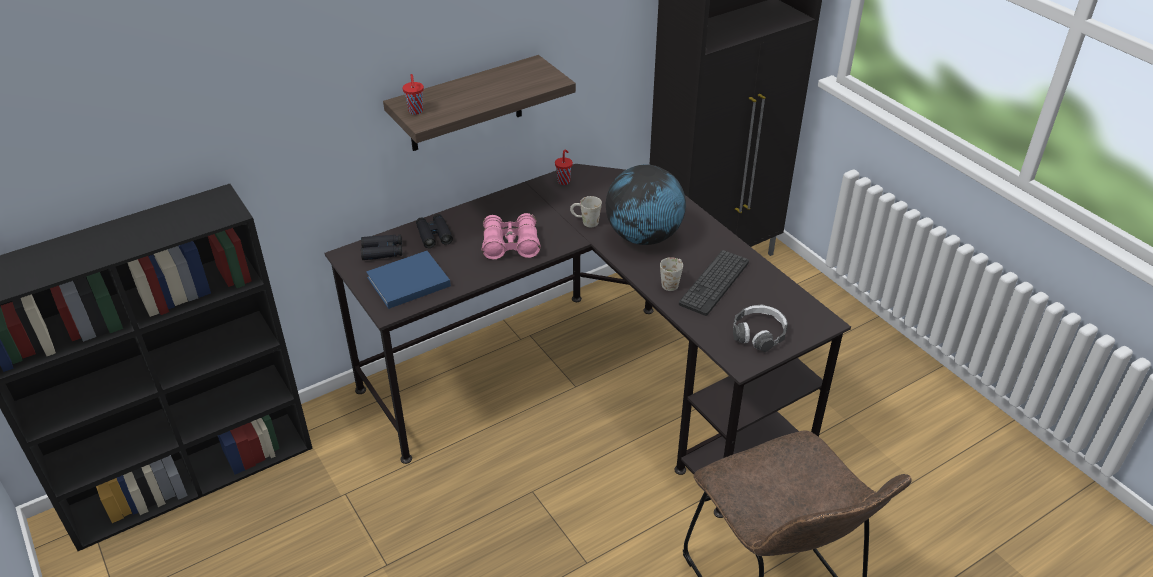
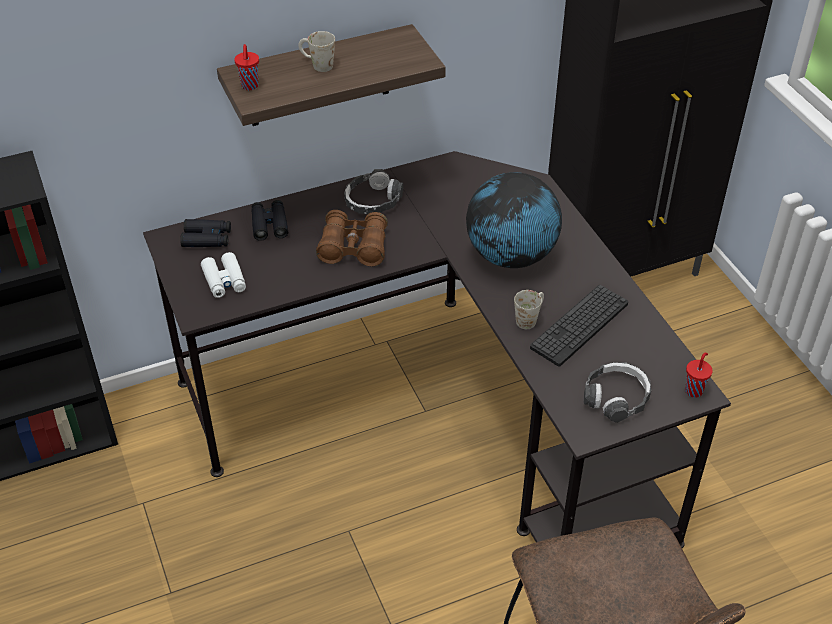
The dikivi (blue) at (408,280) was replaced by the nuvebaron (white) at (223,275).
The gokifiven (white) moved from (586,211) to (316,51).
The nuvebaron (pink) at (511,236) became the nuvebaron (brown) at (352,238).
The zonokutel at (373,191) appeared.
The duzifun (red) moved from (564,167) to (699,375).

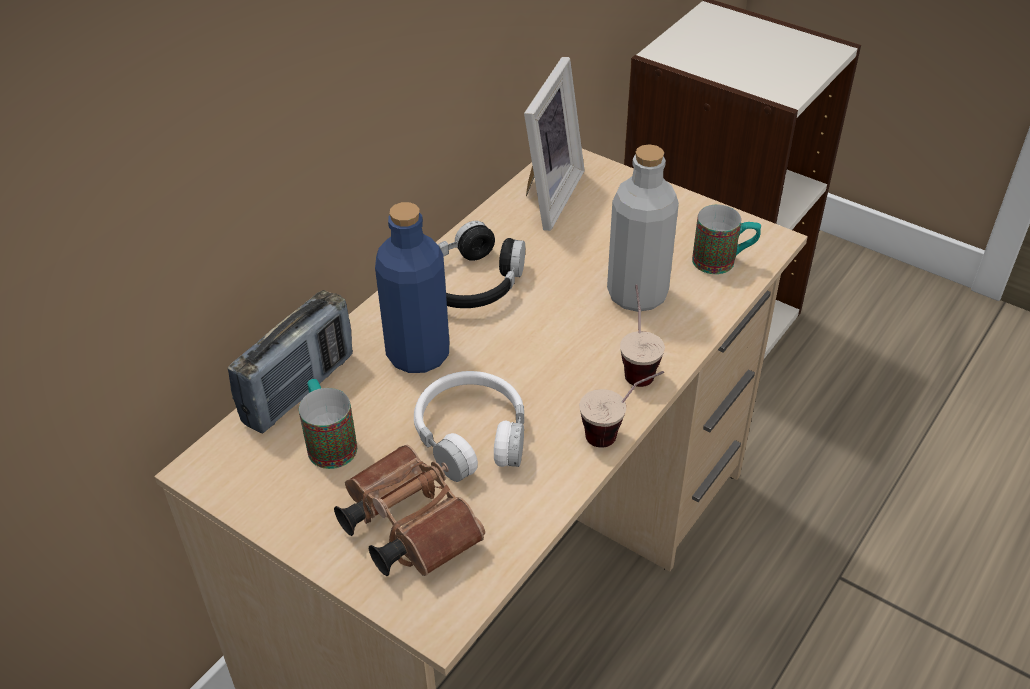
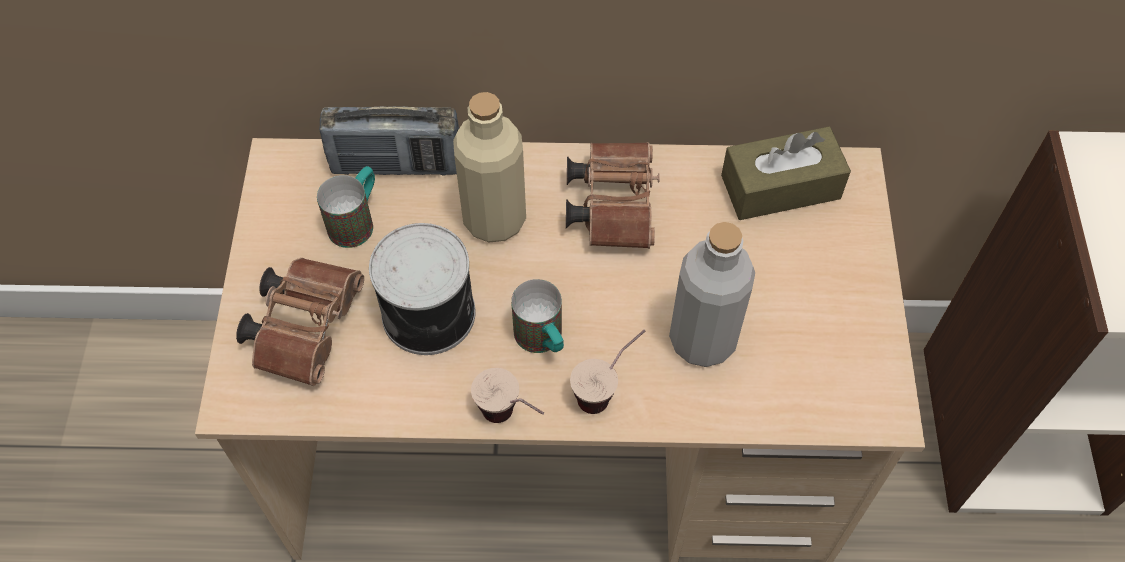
The zonokutel (white) at (469,426) was replaced by the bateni at (422,289).
The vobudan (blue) at (412,287) became the vobudan (beige) at (489,167).
The gokifiven moved from (726,239) to (537,316).
The zonokutel (black) at (481,264) was replaced by the nuvebaron (brown) at (613,195).
The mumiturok at (554,144) was replaced by the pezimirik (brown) at (786,173).

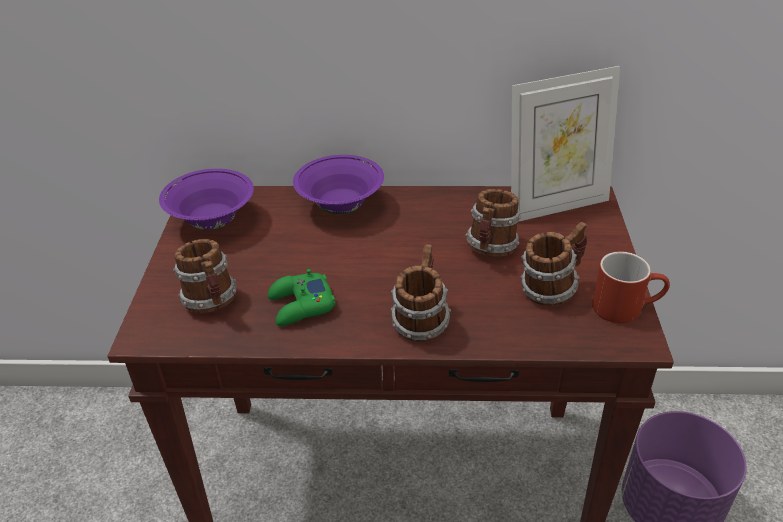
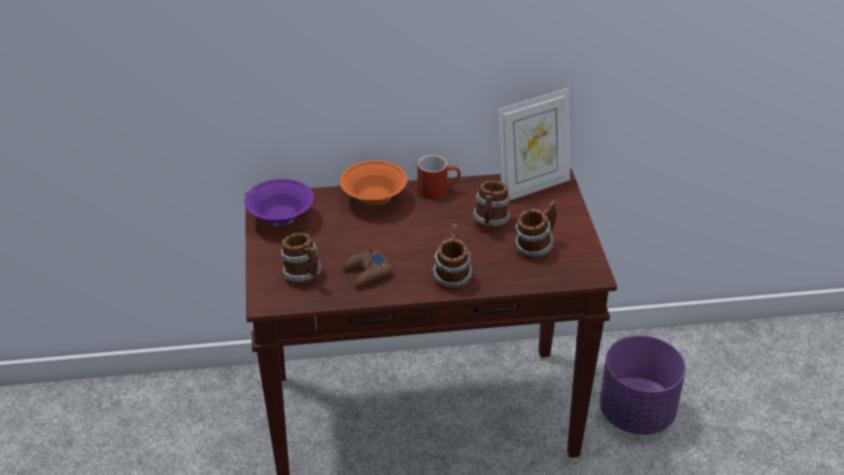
The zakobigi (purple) at (338,184) became the zakobigi (orange) at (373,183).
The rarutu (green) at (302,297) became the rarutu (brown) at (368,267).
The gokifiven (red) moved from (631,287) to (439,177).

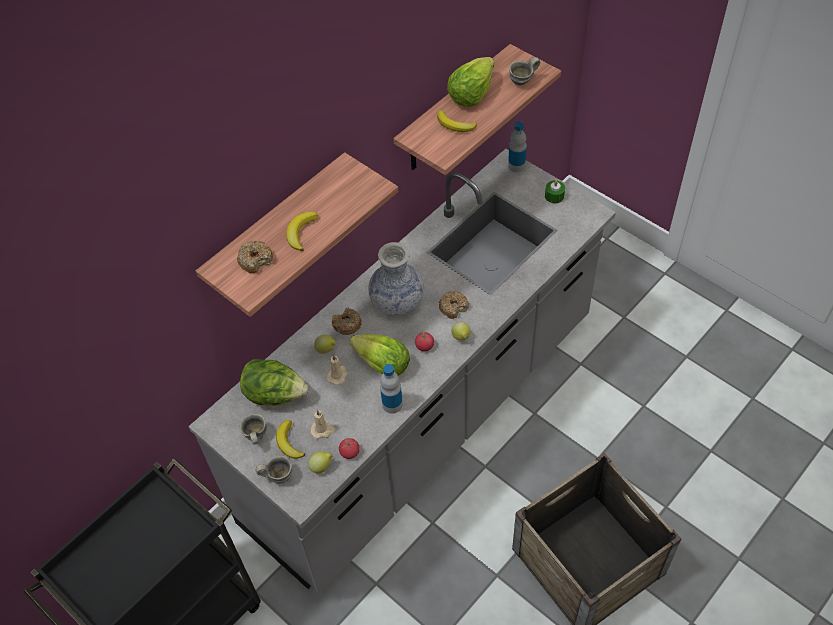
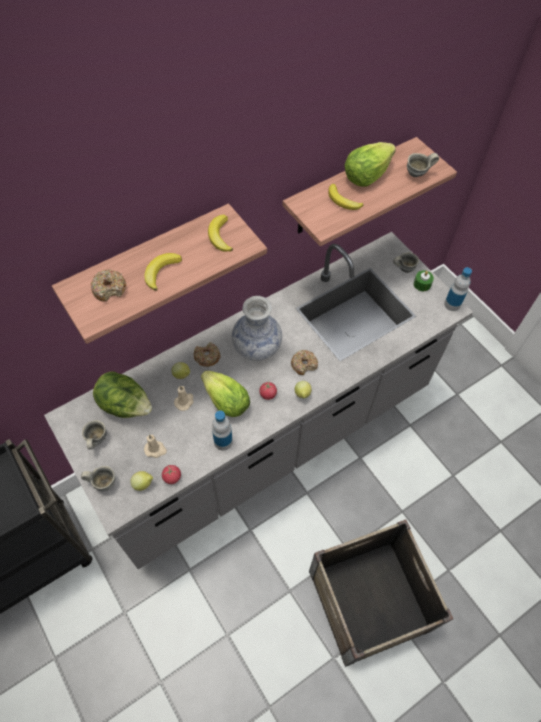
The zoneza moved from (290,439) to (220,233).
The gokifiven (grey) at (406,262) appeared.
The vobudan moved from (517,146) to (458,289).

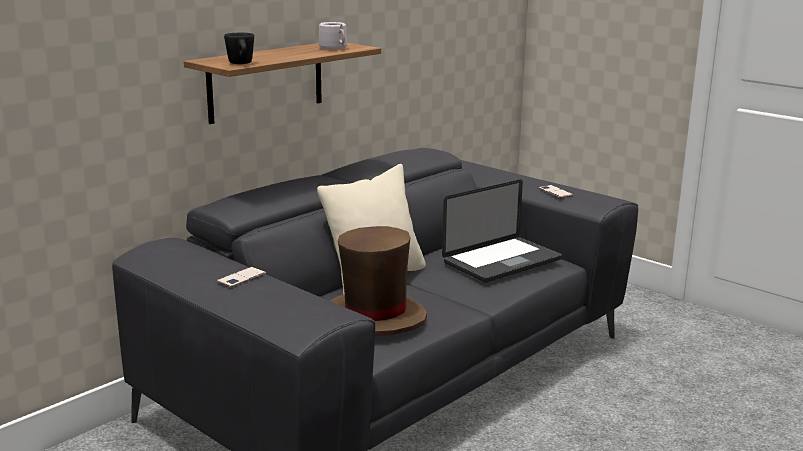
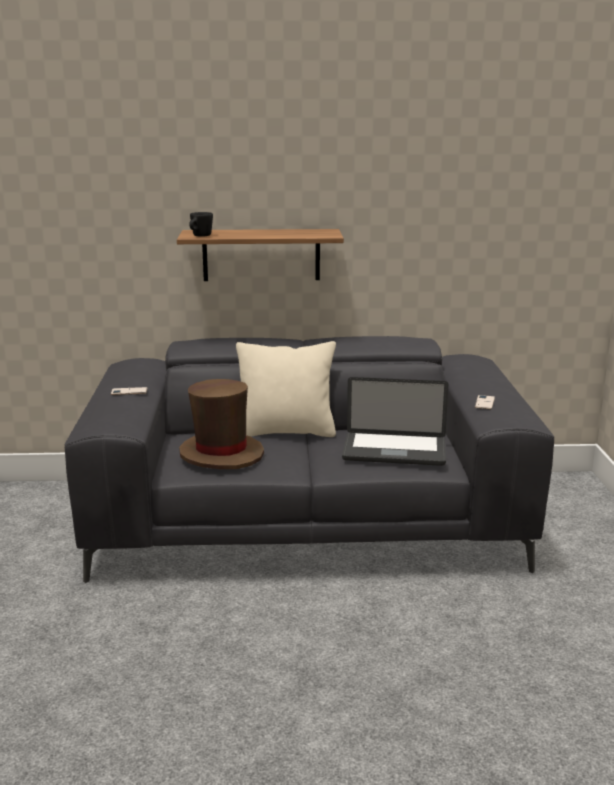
The gokifiven (grey) at (333,36) disappeared.

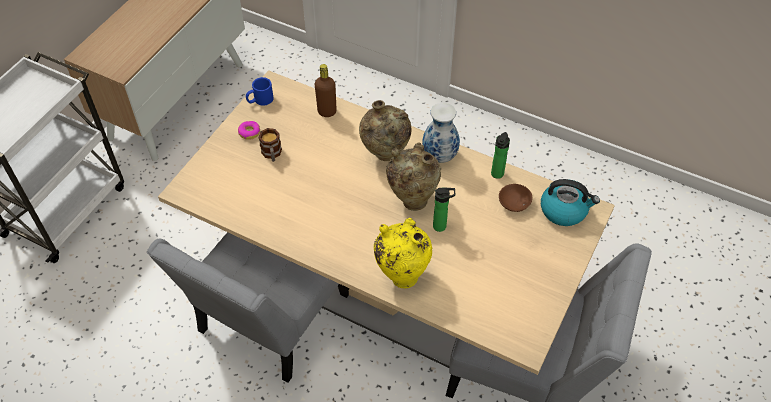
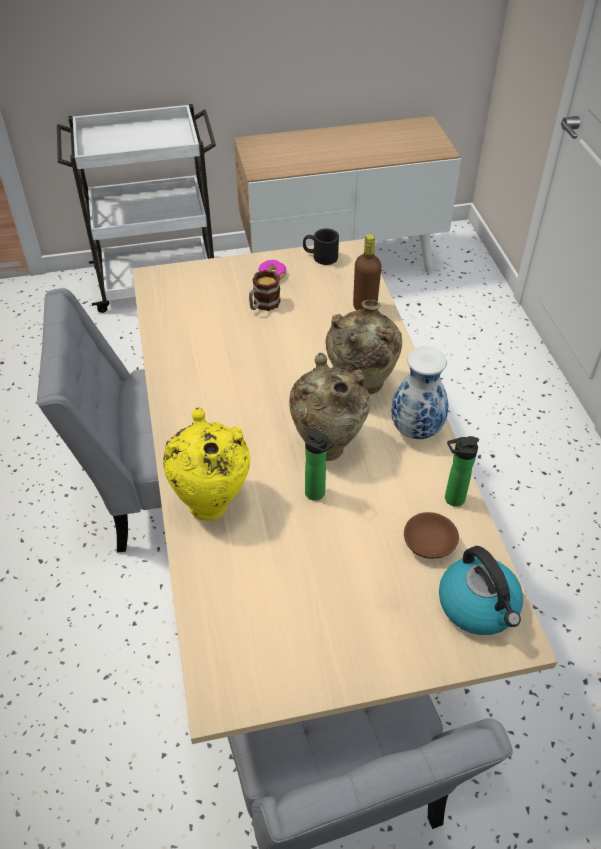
The gokifiven (blue) at (260,91) became the gokifiven (black) at (321,246).

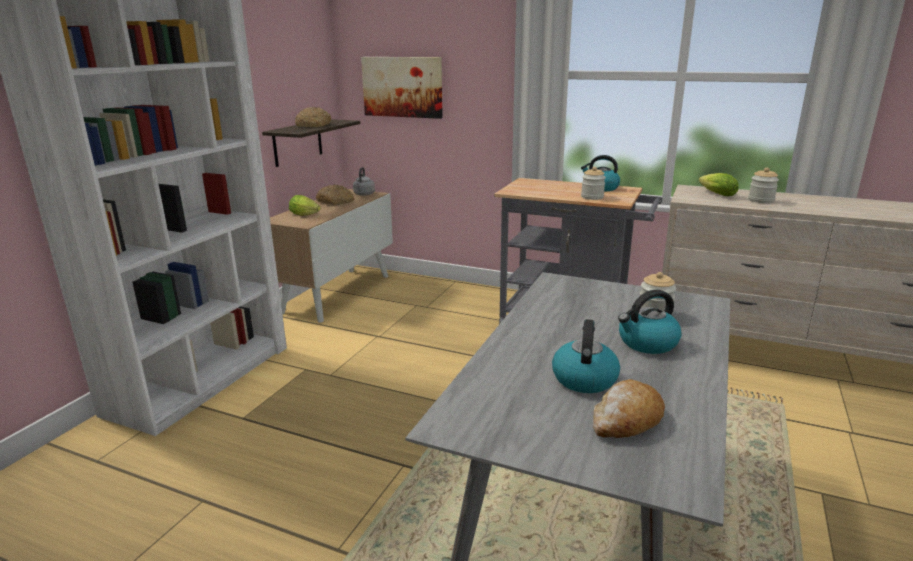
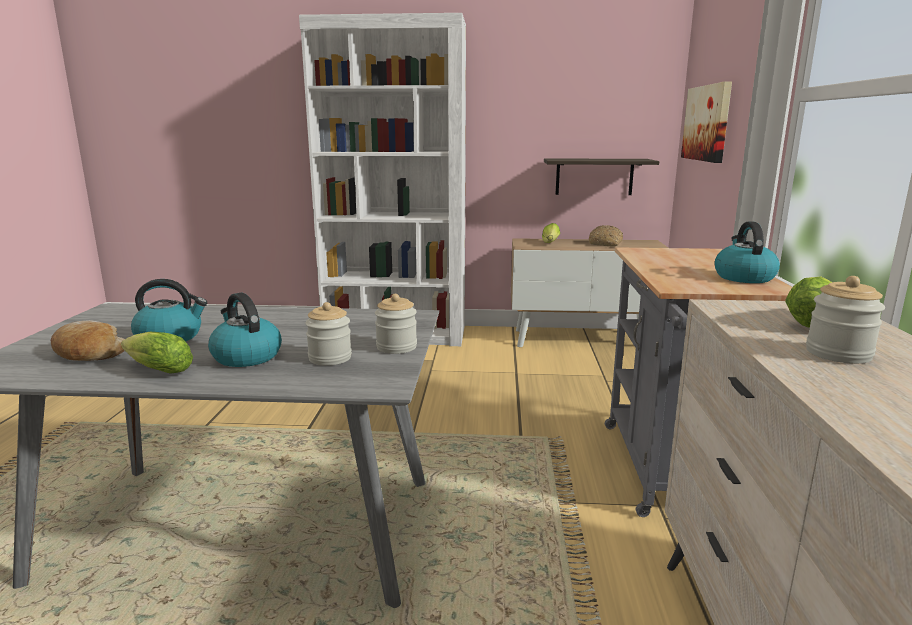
The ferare at (157,353) appeared.
The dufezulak moved from (593,183) to (396,324).
The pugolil at (313,117) disappeared.
The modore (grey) at (364,181) disappeared.

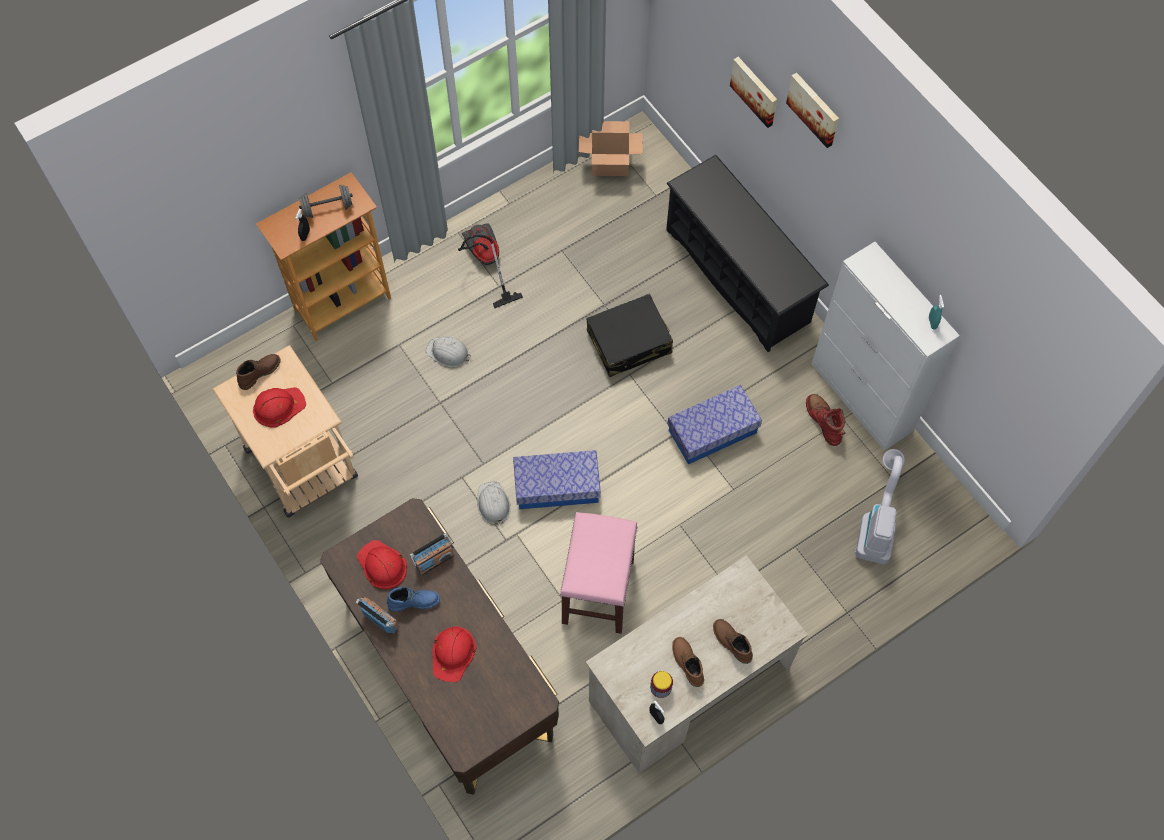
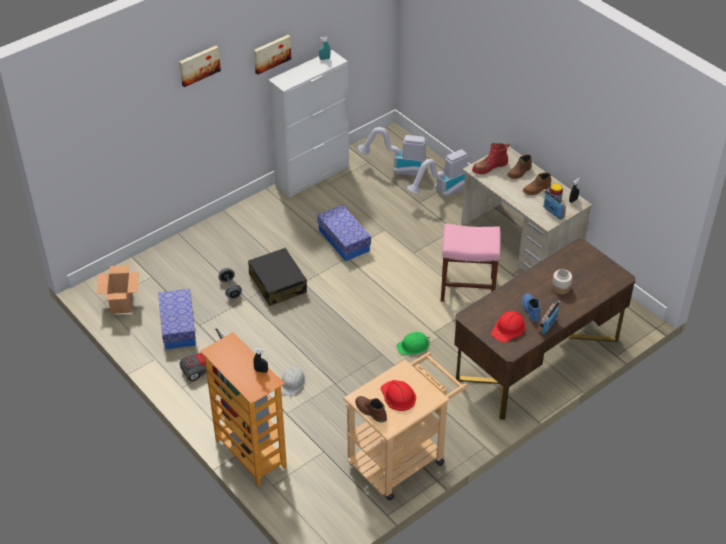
The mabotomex moved from (557,479) to (177,319).
The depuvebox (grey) moved from (326,201) to (230,283).
The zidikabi moved from (753,92) to (272,55).
The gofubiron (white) at (494,503) became the gofubiron (green) at (413,343).
The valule at (437,173) appeared.
The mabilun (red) moved from (826,420) to (491,158).
The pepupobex moved from (432,554) to (554,205).
The gofubiron (red) at (454,654) was replaced by the dufezulak at (562,281).
The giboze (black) at (747,253) disappeared.

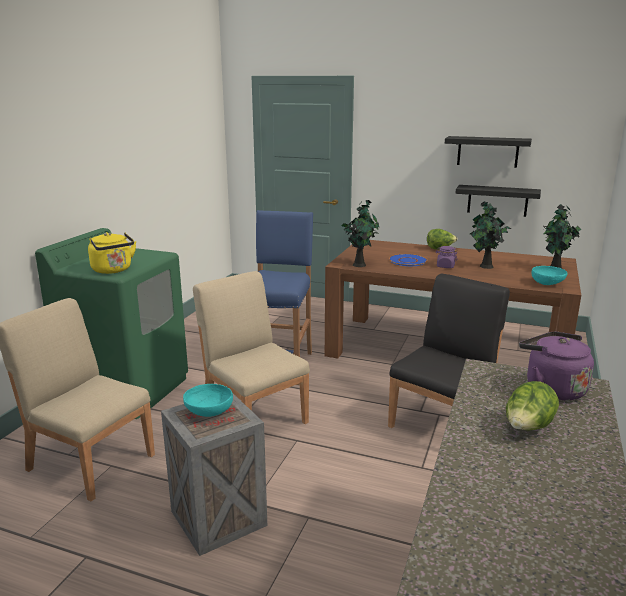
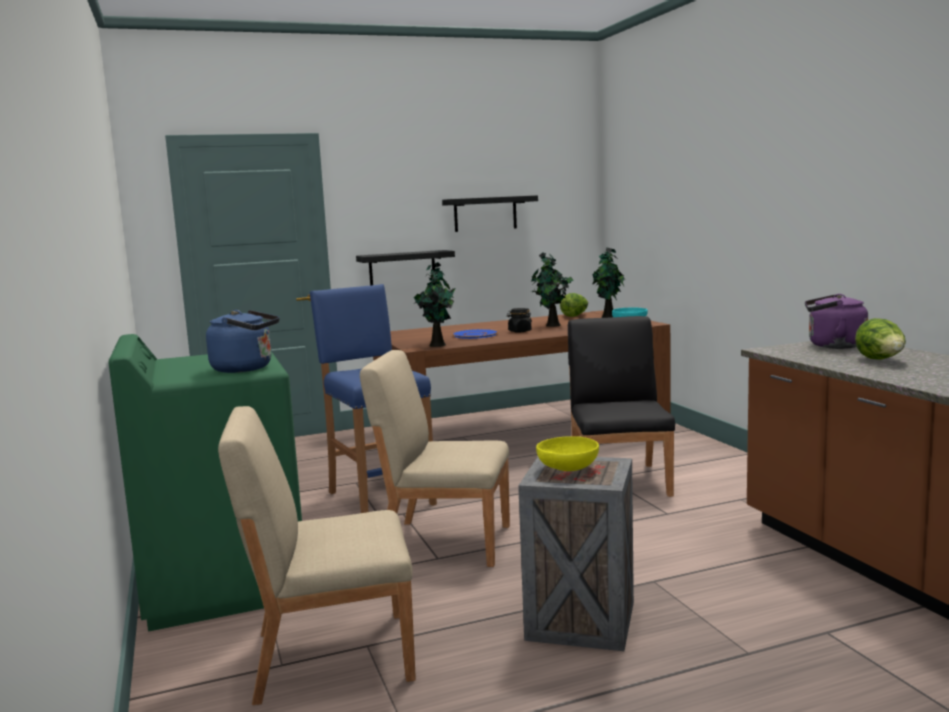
The modore (yellow) at (112,253) became the modore (blue) at (242,341).
The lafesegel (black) moved from (498,201) to (405,268).
The dufezulak (purple) at (446,257) became the dufezulak (black) at (519,320).
The zakobigi (turquoise) at (208,400) became the zakobigi (yellow) at (567,453).
The ferare moved from (442,239) to (574,305).

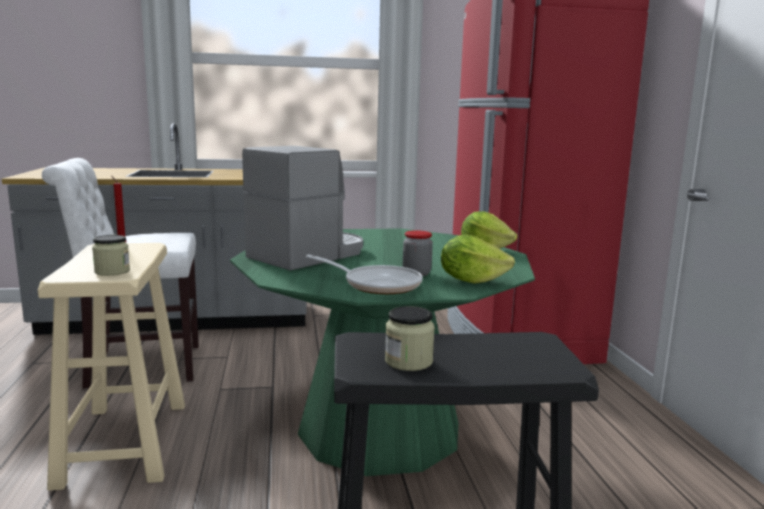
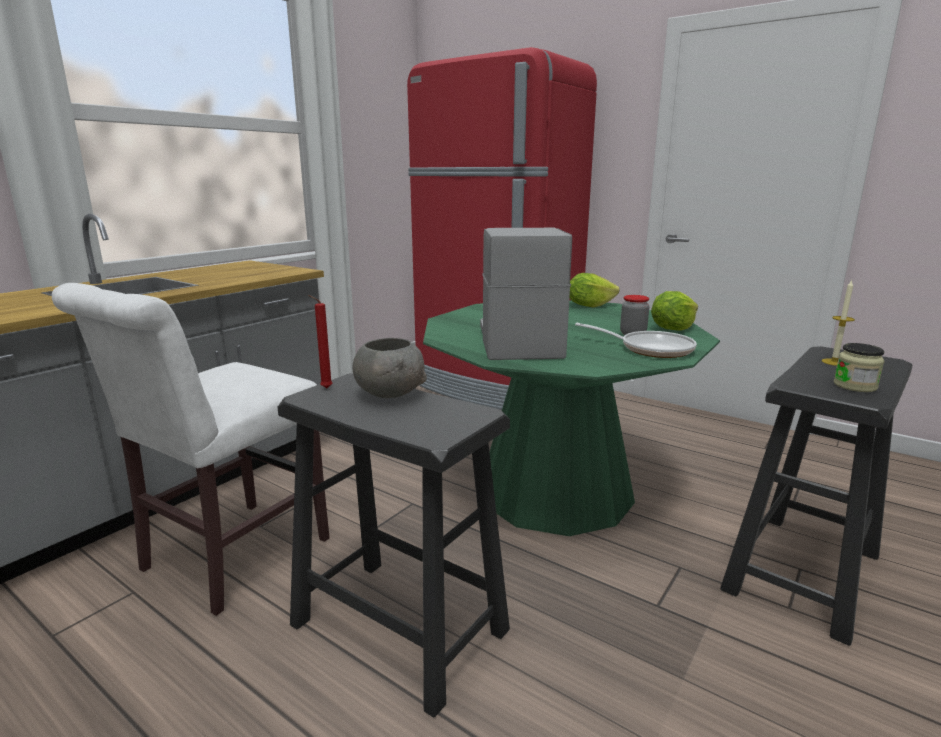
The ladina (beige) at (111,367) became the ladina (black) at (394,545).
The zakobigi (grey) at (390,368) appeared.
The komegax at (364,274) turned 45 degrees clockwise.
The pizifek at (838,323) appeared.
The dufezulak at (111,255) disappeared.

